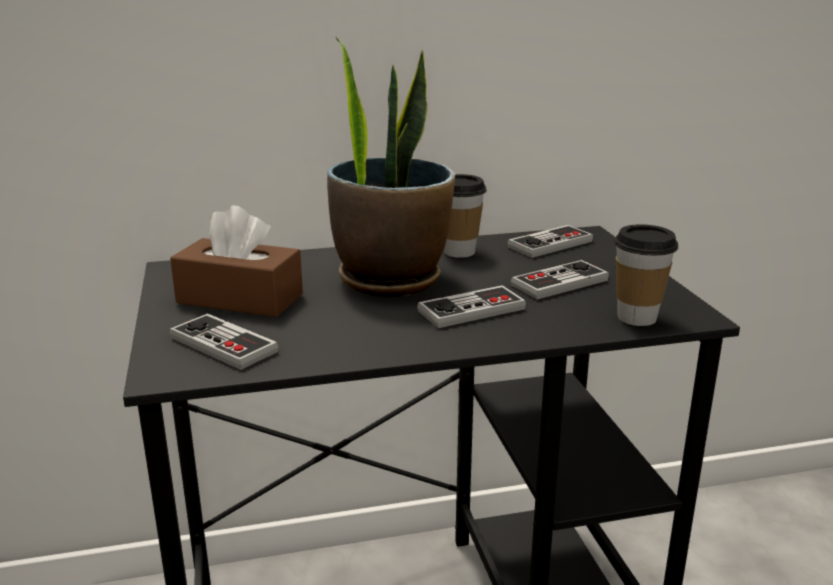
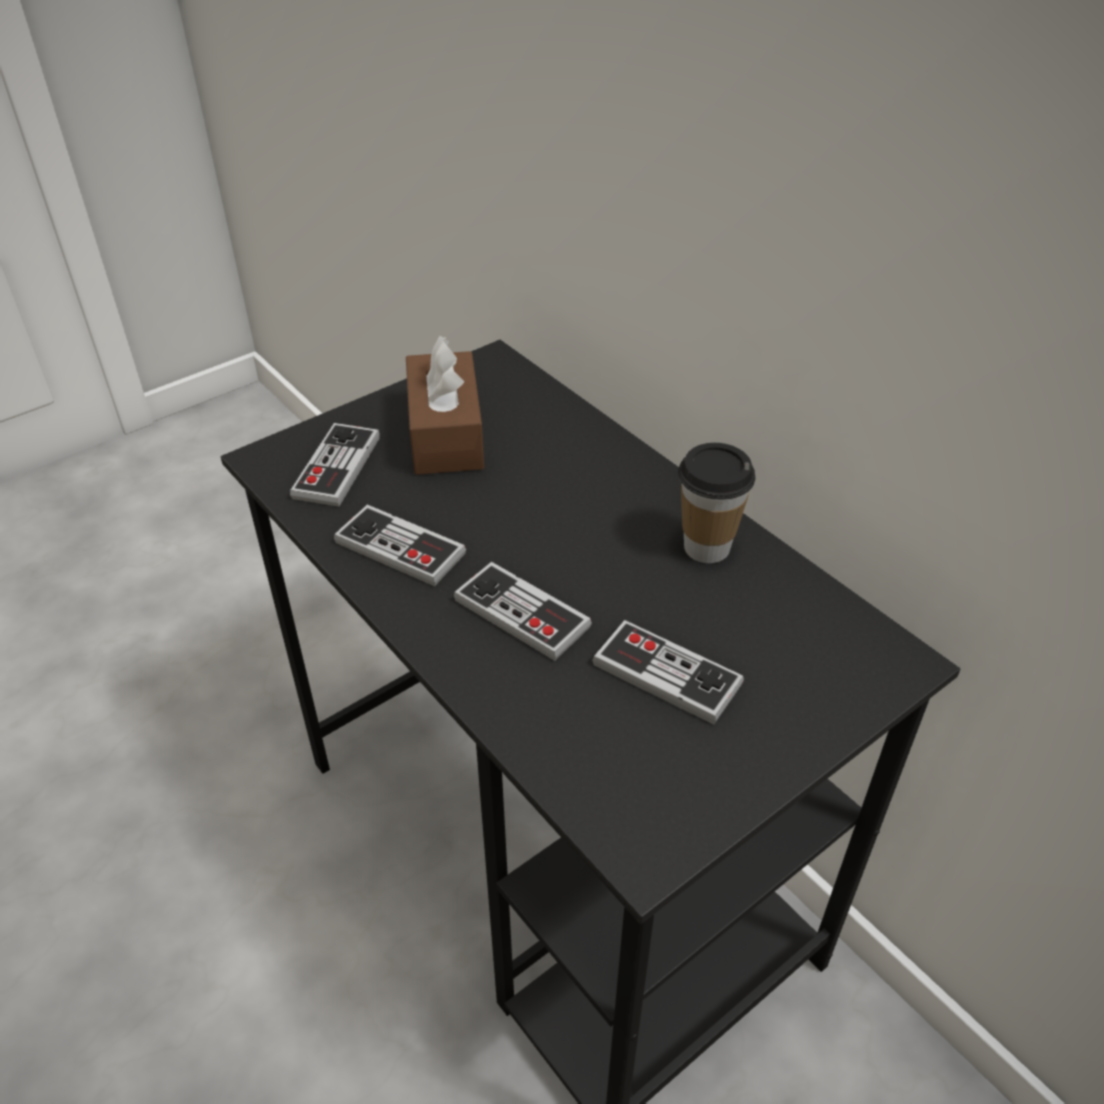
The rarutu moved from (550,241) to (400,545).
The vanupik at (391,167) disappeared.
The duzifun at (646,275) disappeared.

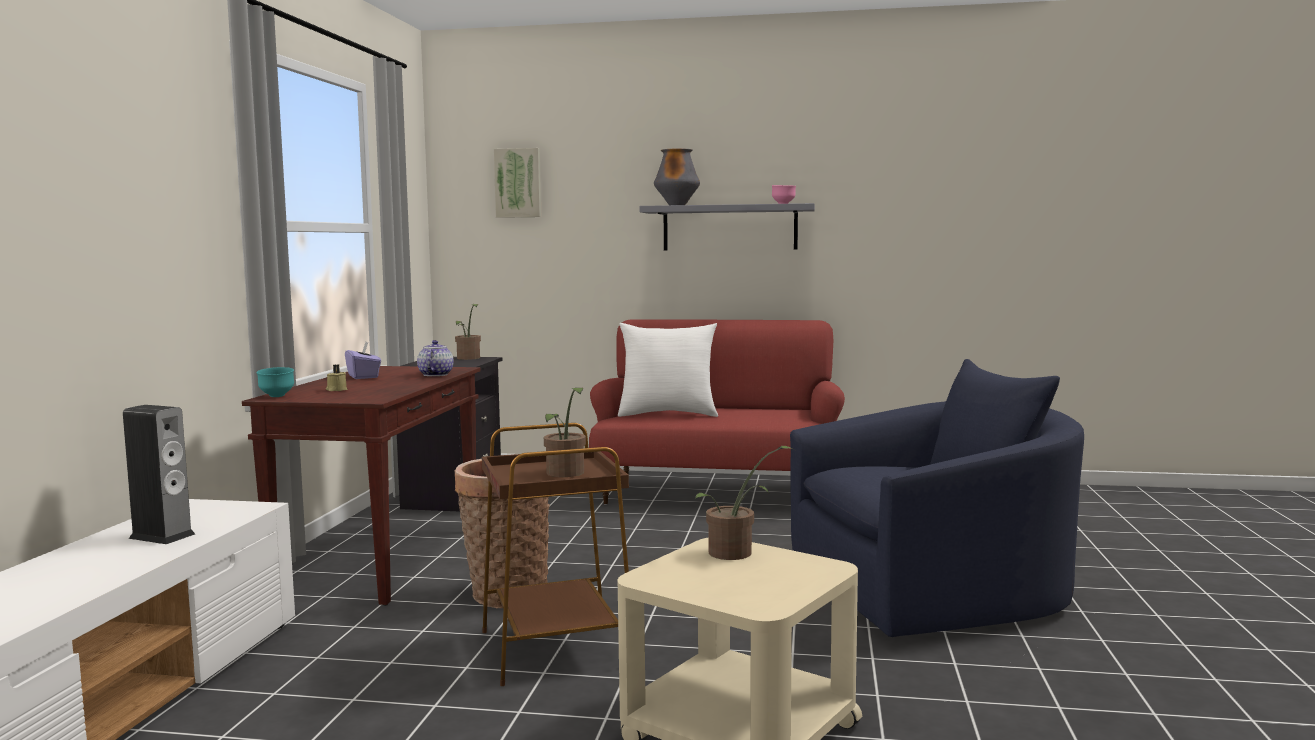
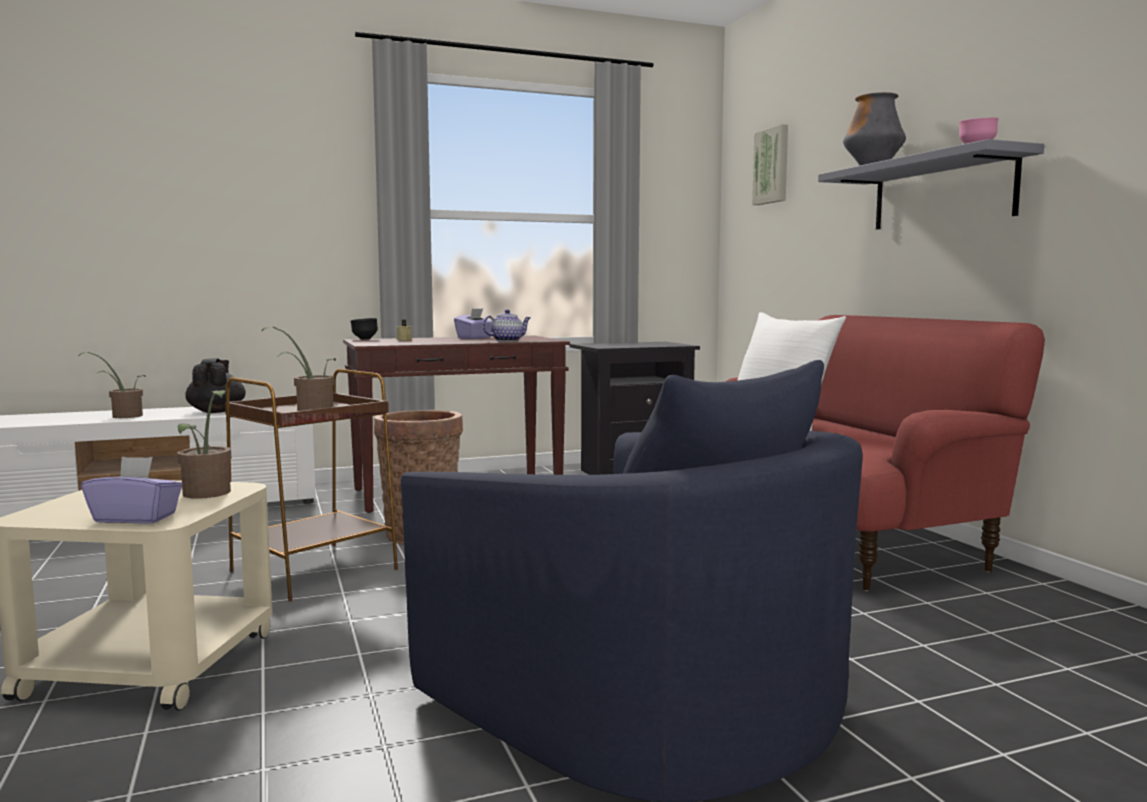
The vanupik moved from (468,332) to (112,385).
The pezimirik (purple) at (132,490) appeared.
The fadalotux at (159,474) was replaced by the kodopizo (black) at (215,385).
The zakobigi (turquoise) at (275,382) became the zakobigi (black) at (364,329).

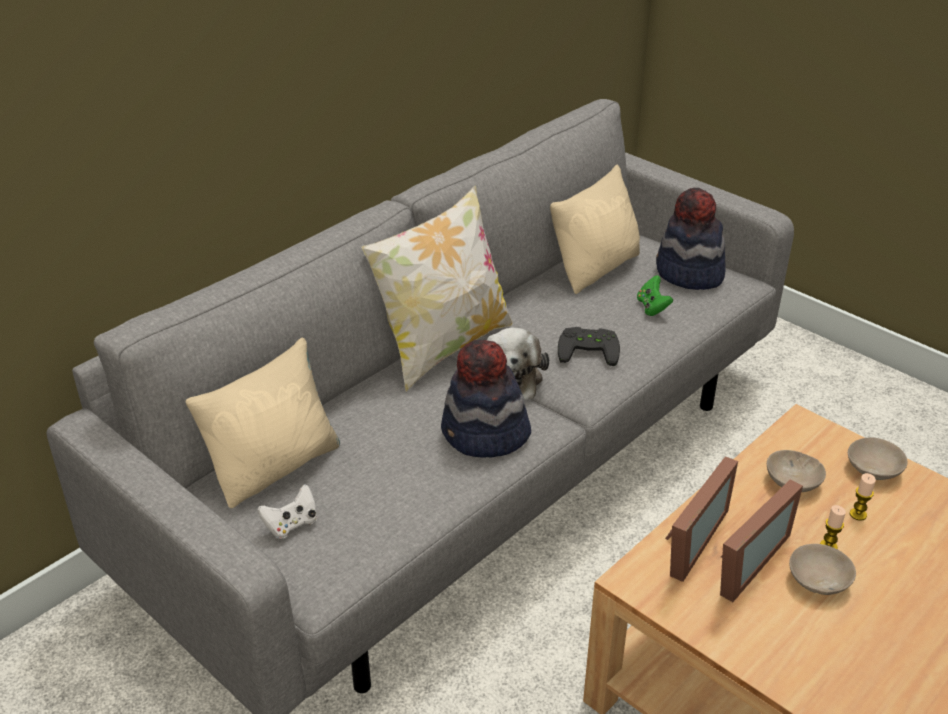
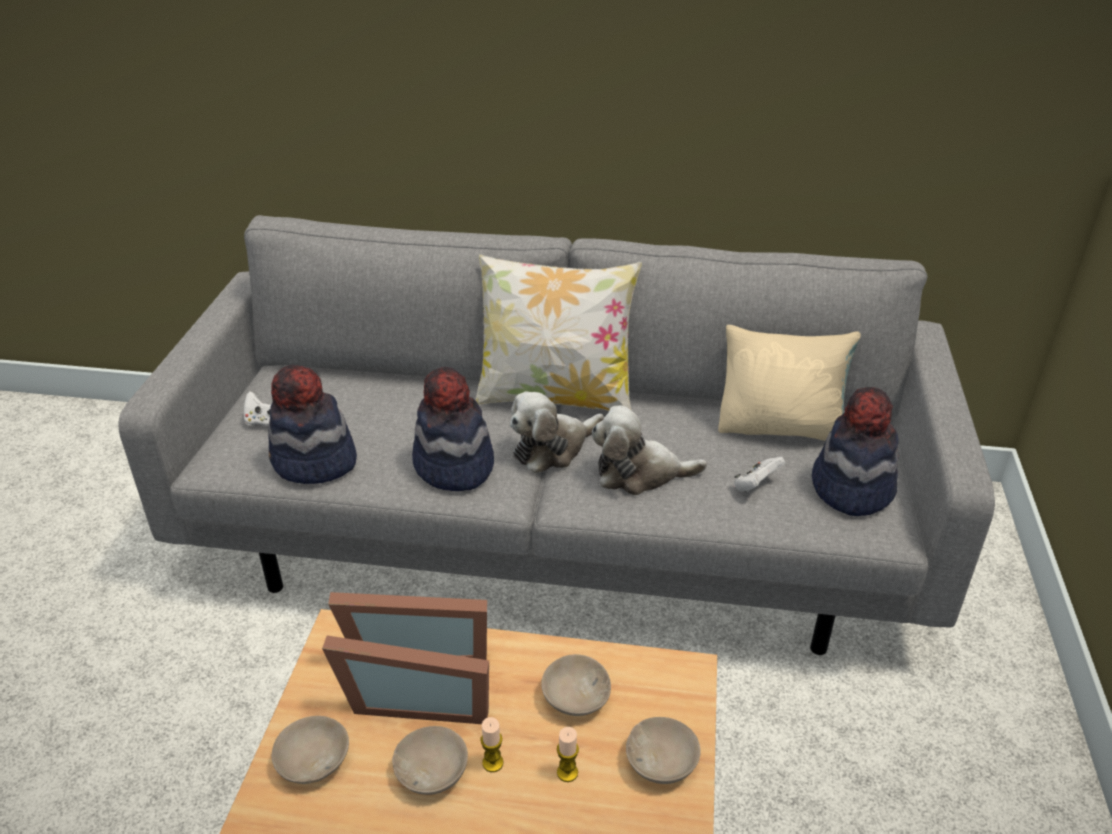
The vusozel at (312,424) appeared.
The zakobigi (beige) at (310,750) appeared.
The rarutu (black) at (589,346) was replaced by the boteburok at (649,450).
The rarutu (green) at (655,295) became the rarutu (white) at (759,474).
The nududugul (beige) at (263,423) disappeared.

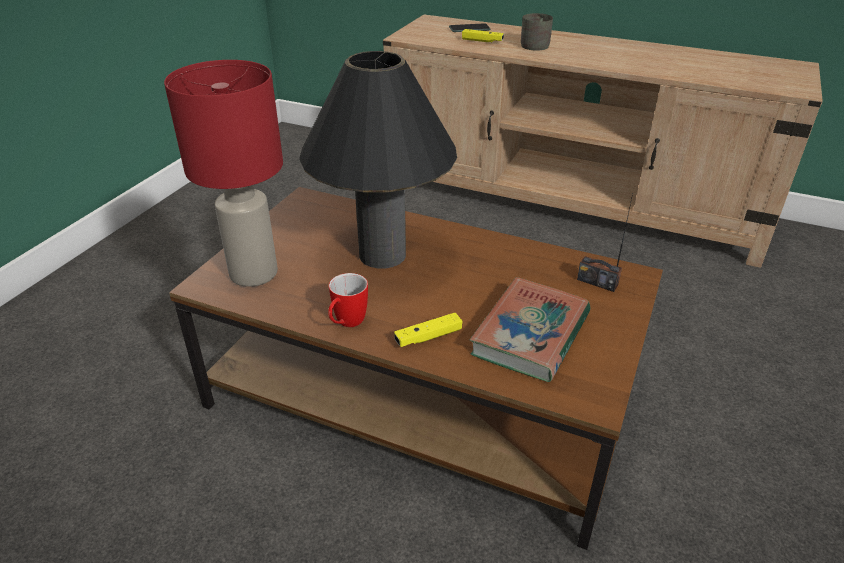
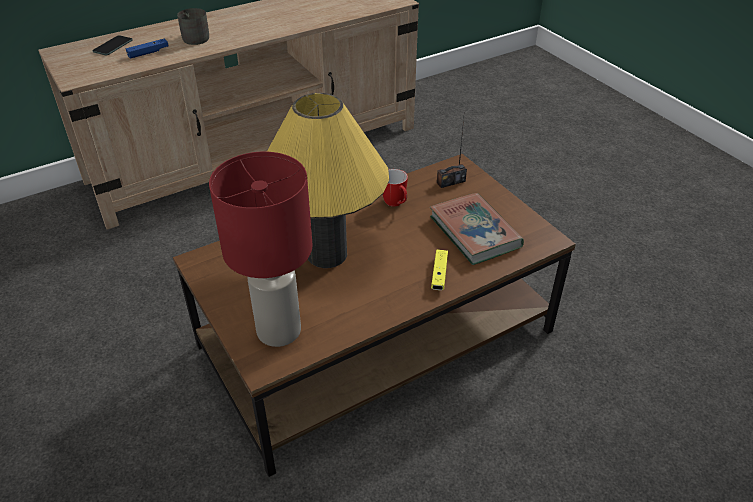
The rarutu (yellow) at (483,36) became the rarutu (blue) at (147,49).
The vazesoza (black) at (378,160) became the vazesoza (yellow) at (328,180).
The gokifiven moved from (348,300) to (395,188).

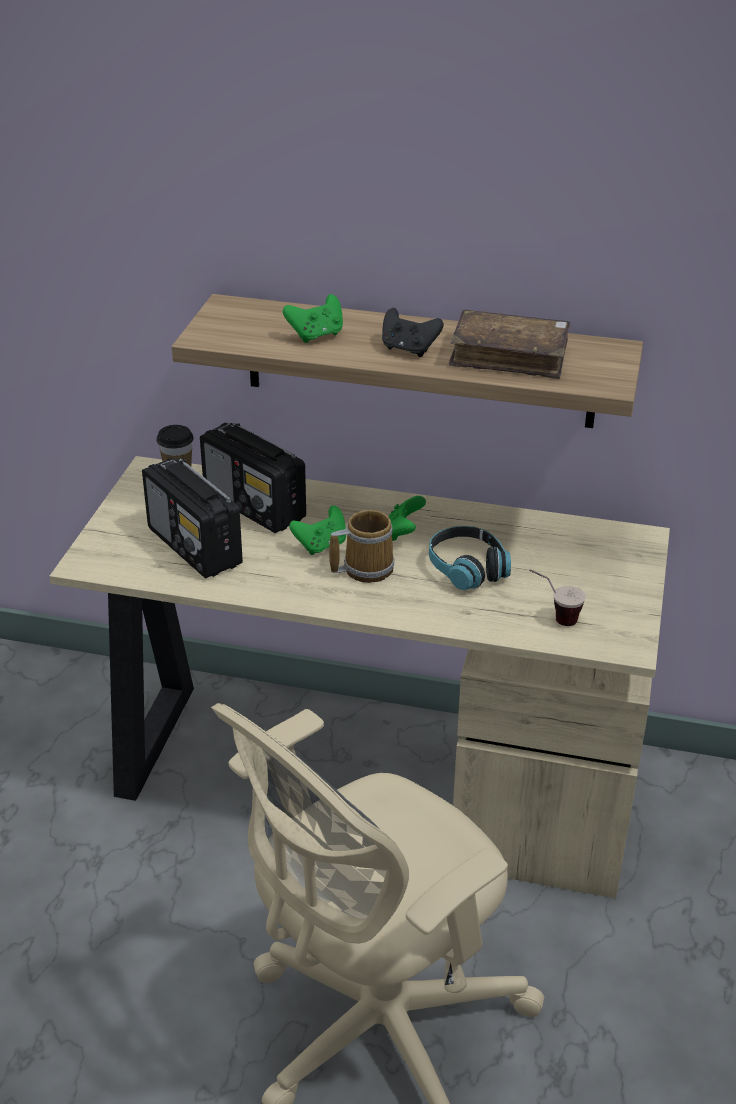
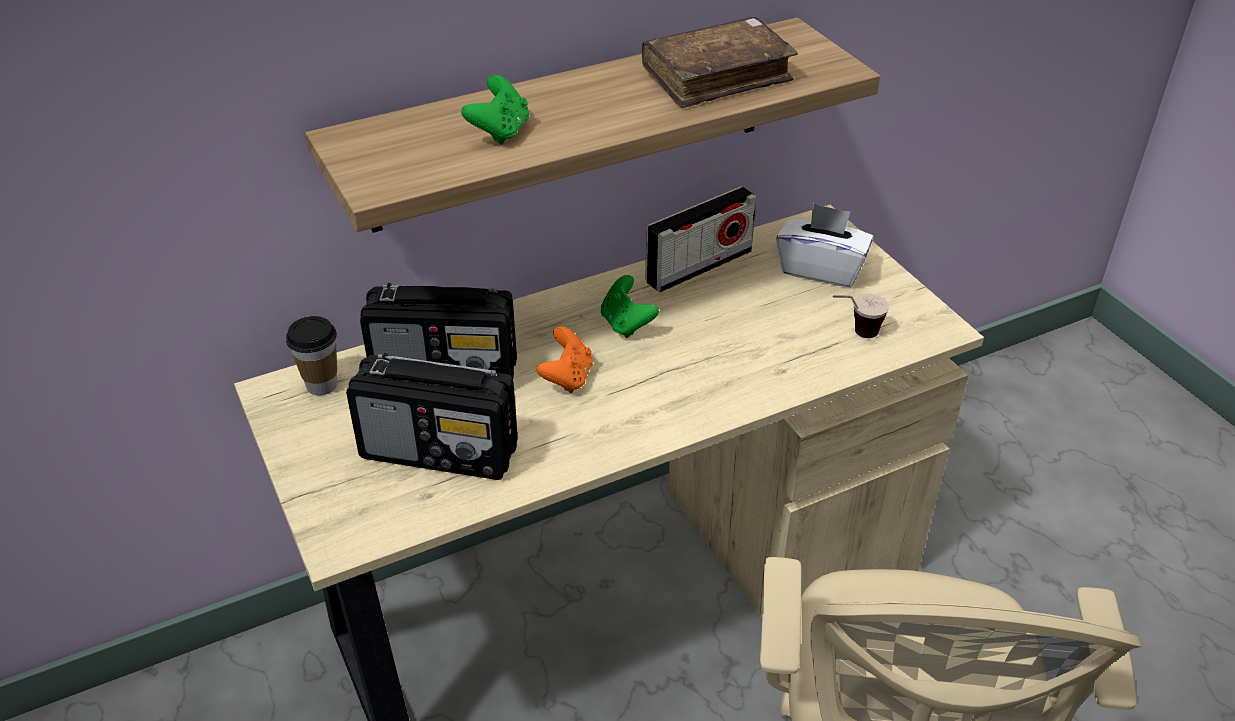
The rarutu (green) at (317,530) became the rarutu (orange) at (564,359).
The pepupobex at (700,239) appeared.
The pezimirik (white) at (824,245) appeared.
The gokifiven at (362,546) disappeared.
The rarutu (black) at (413,332) disappeared.
The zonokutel at (470,558) disappeared.

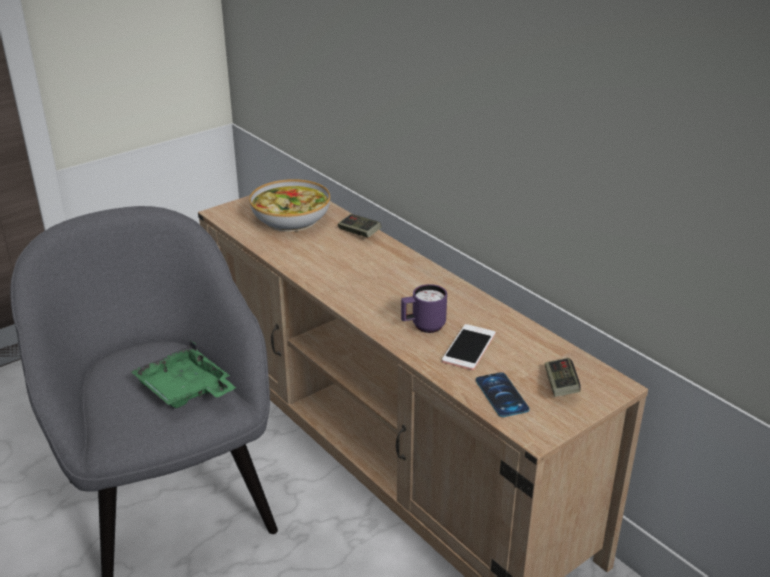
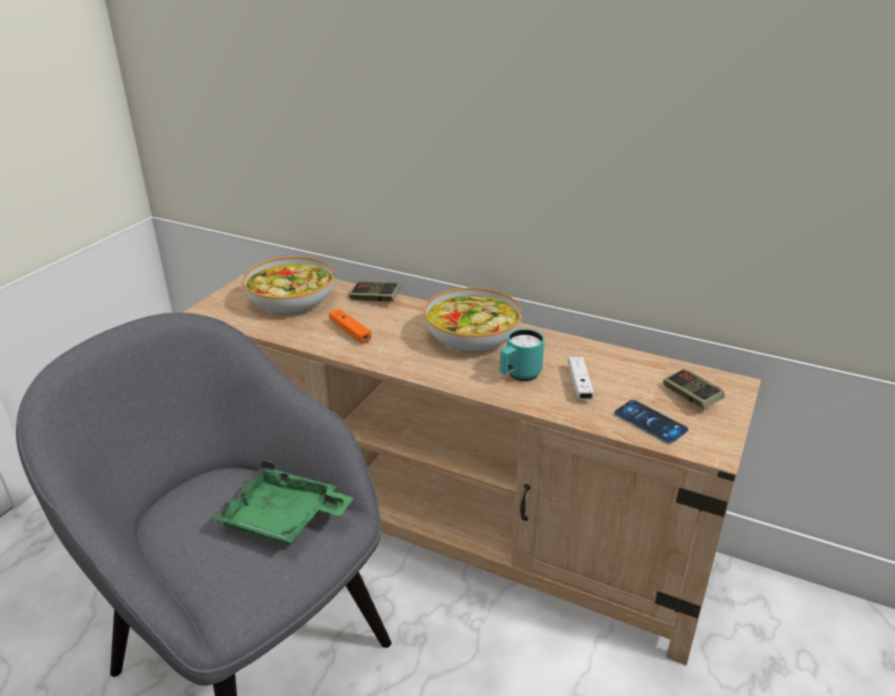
The rarutu (orange) at (350,326) appeared.
The zakobigi at (473,320) appeared.
The gokifiven (purple) at (424,308) became the gokifiven (turquoise) at (522,355).
The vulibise at (469,347) was replaced by the rarutu (white) at (581,378).

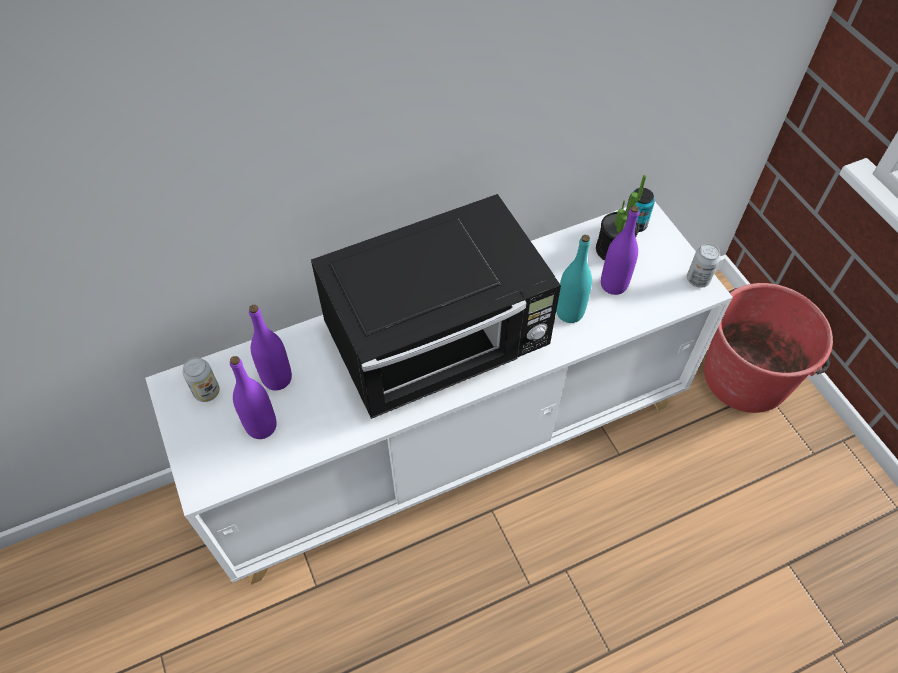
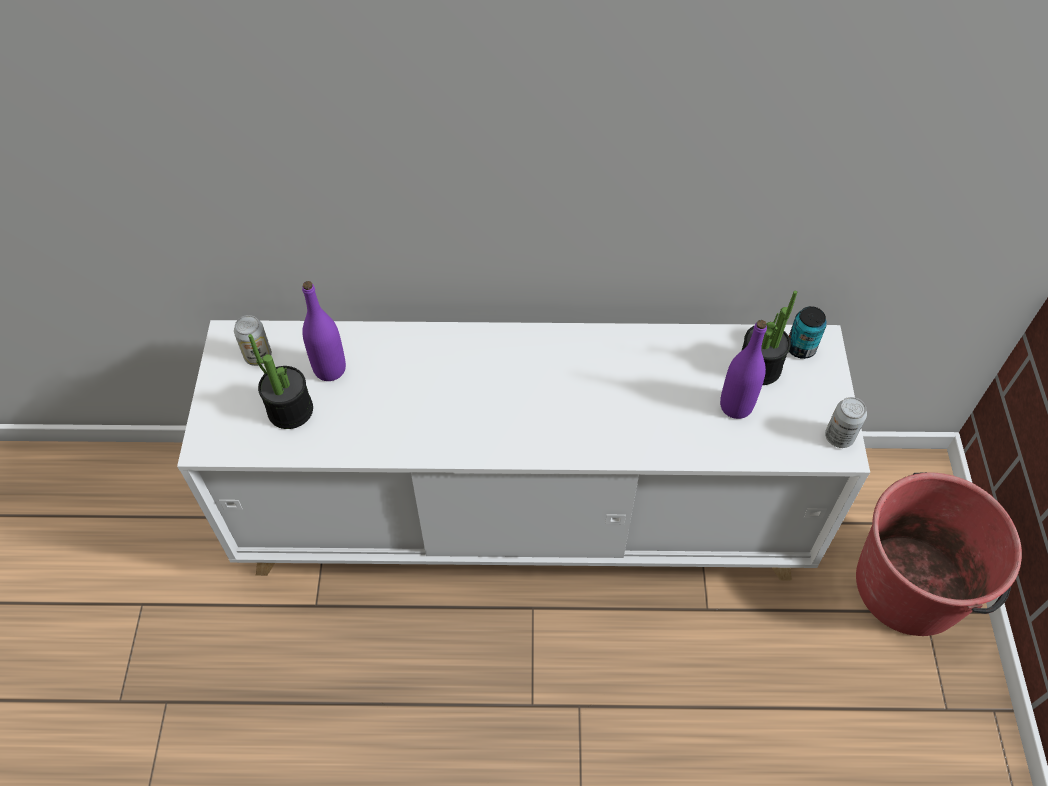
The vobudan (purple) at (253,397) was replaced by the vanupik at (280,381).
The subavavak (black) at (436,306) disappeared.
The vobudan (turquoise) at (574,279) disappeared.

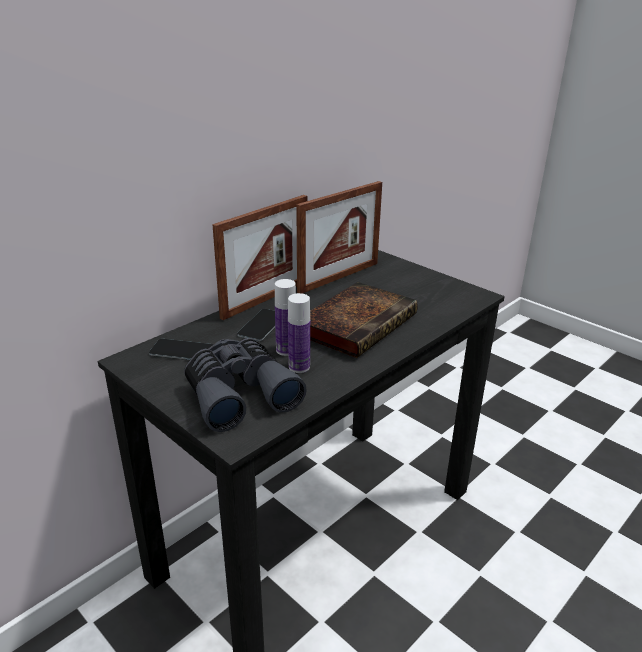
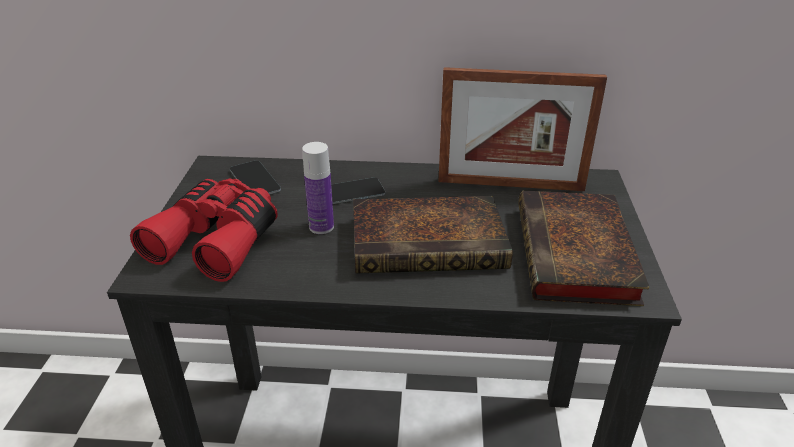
The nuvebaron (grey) at (245,385) became the nuvebaron (red) at (204,230).
The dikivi at (584,248) appeared.
The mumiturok at (259,257) disappeared.
The vobudan at (299,333) disappeared.

